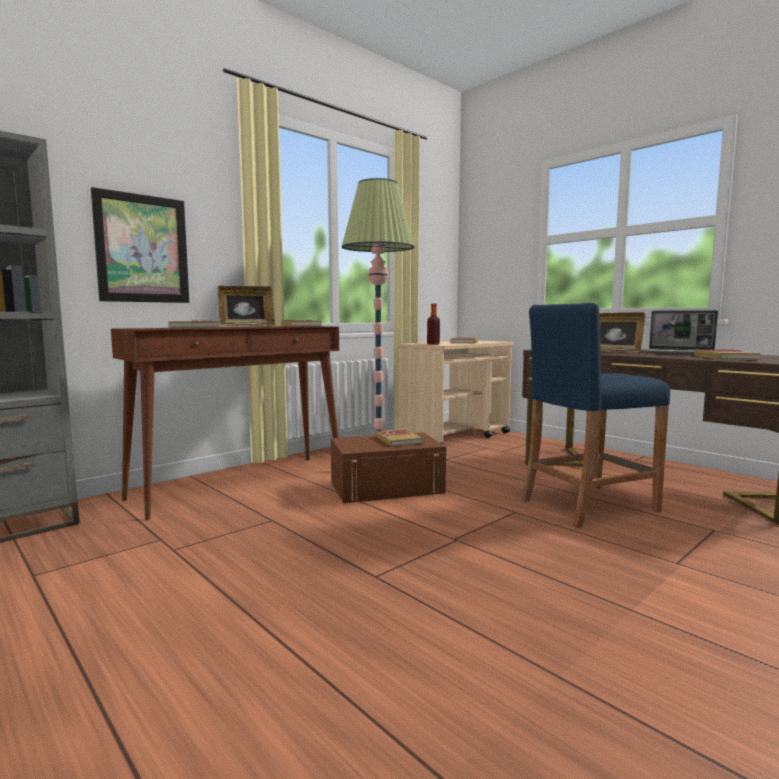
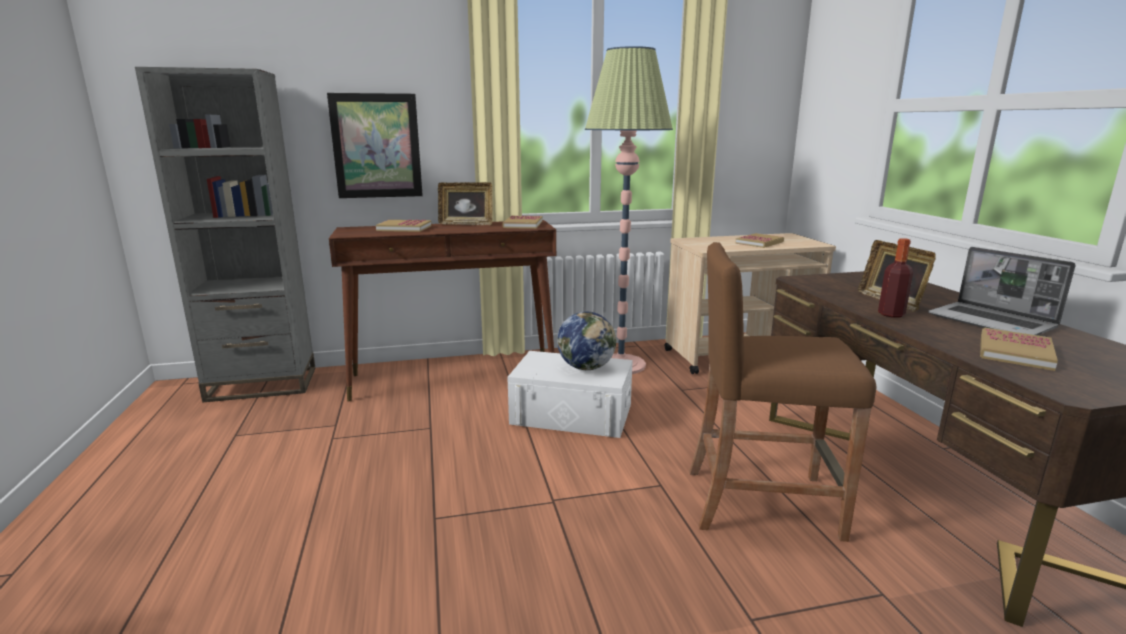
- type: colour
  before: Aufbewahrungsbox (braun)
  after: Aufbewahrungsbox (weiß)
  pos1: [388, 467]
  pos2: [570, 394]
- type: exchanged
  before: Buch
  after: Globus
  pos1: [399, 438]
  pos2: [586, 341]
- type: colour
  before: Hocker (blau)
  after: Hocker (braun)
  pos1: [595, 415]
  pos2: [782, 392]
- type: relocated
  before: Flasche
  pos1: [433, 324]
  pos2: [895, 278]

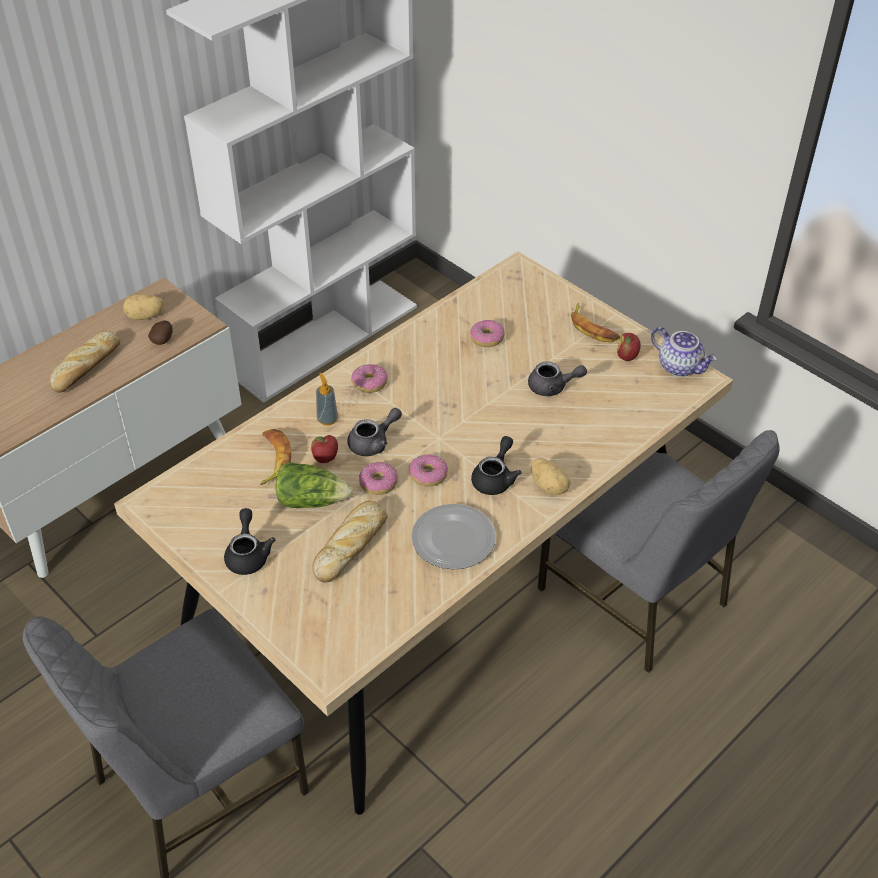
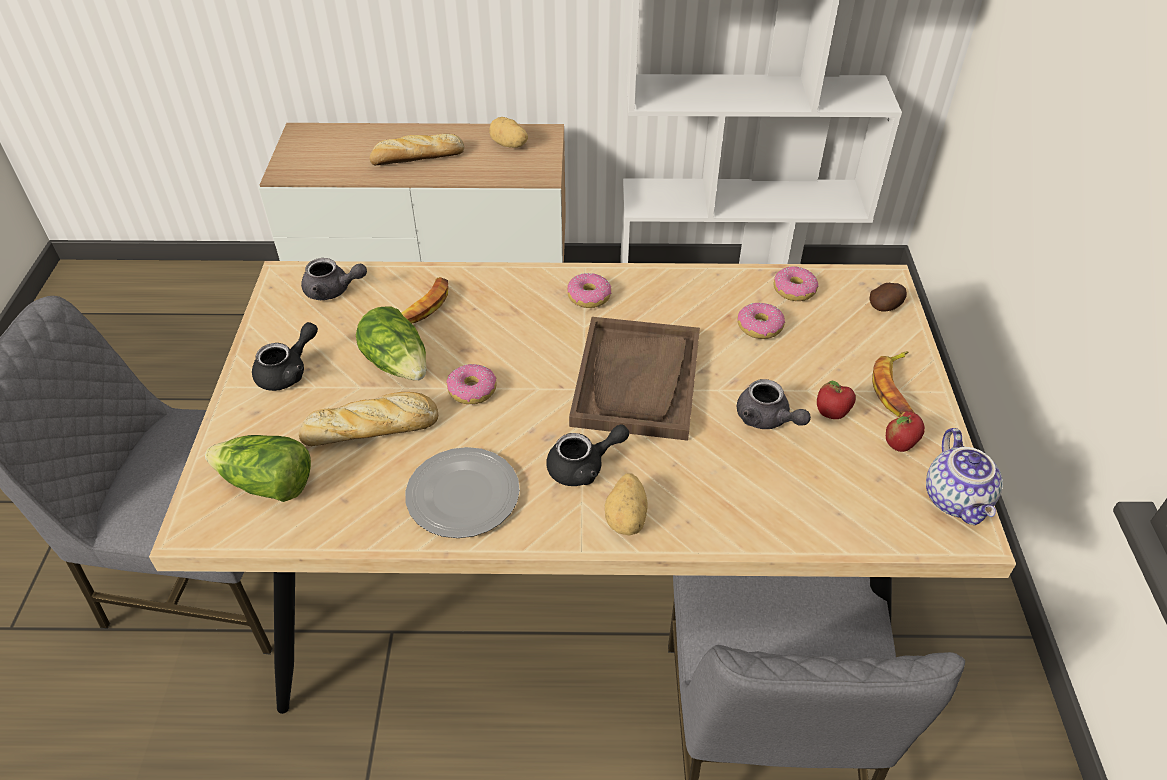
- type: appeared
  after: Salatkopf
  pos2: [258, 468]
- type: relocated
  before: Teekanne (grau)
  pos1: [375, 432]
  pos2: [334, 279]
- type: appeared
  after: Tablett (braun)
  pos2: [634, 379]
- type: relocated
  before: Donut
  pos1: [428, 470]
  pos2: [796, 283]
- type: relocated
  before: Apfel
  pos1: [324, 449]
  pos2: [836, 400]
- type: relocated
  before: Kartoffel
  pos1: [160, 333]
  pos2: [888, 297]
- type: missing
  before: Seifenspender
  pos1: [327, 399]

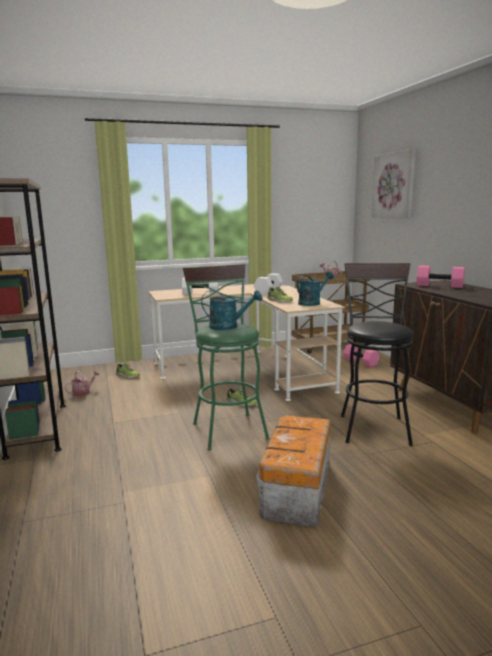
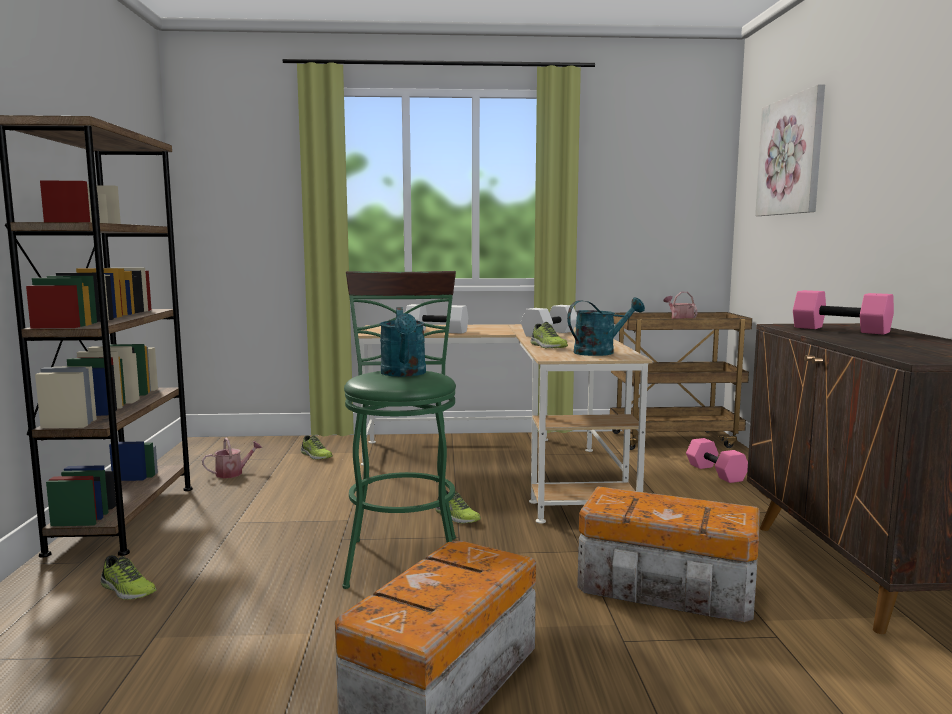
- type: appeared
  after: Schuh
  pos2: [129, 577]
- type: spun
  before: Gießkanne (türkis)
  pos1: [232, 310]
  pos2: [403, 342]
  turn: 60
- type: exchanged
  before: Hocker (schwarz)
  after: Aufbewahrungsbox
  pos1: [377, 354]
  pos2: [668, 554]

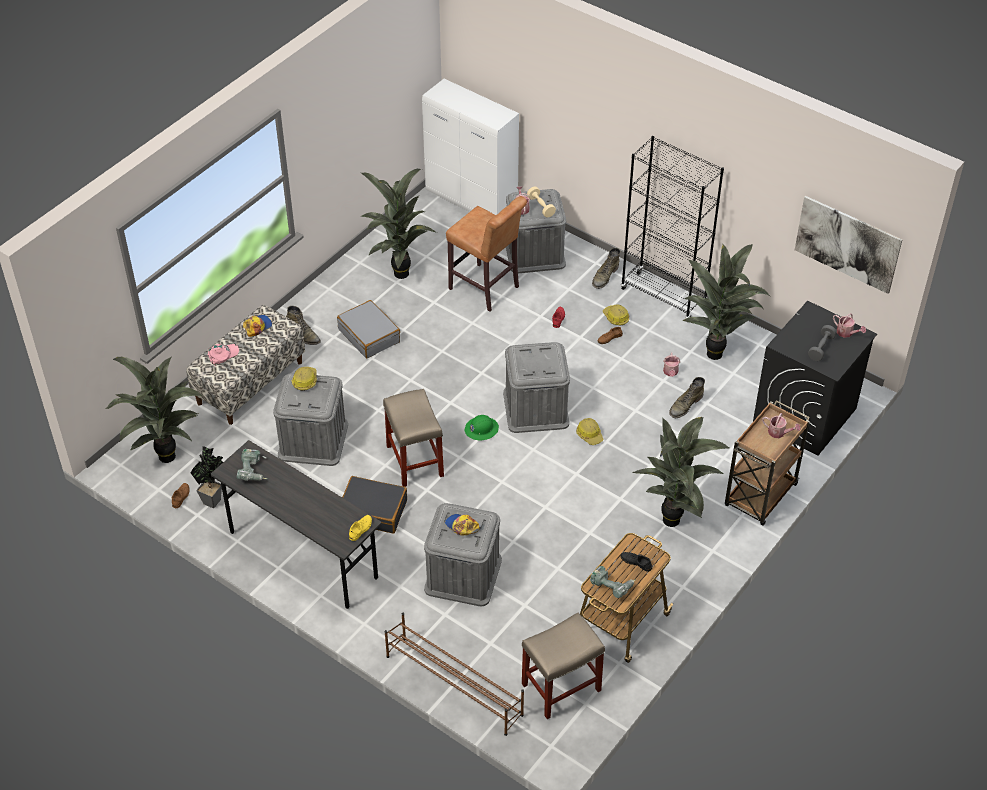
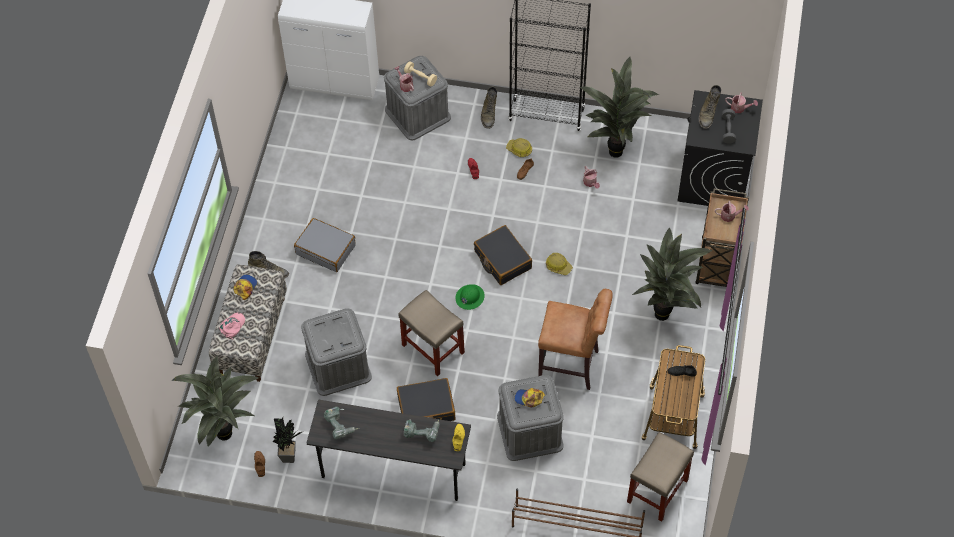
- type: relocated
  before: Bohrmaschine
  pos1: [613, 582]
  pos2: [422, 430]
- type: exchanged
  before: Aufbewahrungsbox (grau)
  after: Koffer (schwarz)
  pos1: [536, 387]
  pos2: [503, 255]
- type: relocated
  before: Hocker (braun)
  pos1: [486, 254]
  pos2: [575, 339]
- type: relocated
  before: Stiefel (grün)
  pos1: [687, 397]
  pos2: [709, 107]
- type: missing
  before: Schutzhelm
  pos1: [304, 379]
- type: missing
  before: Topfpflanze
  pos1: [398, 224]
- type: missing
  before: Bild
  pos1: [849, 245]

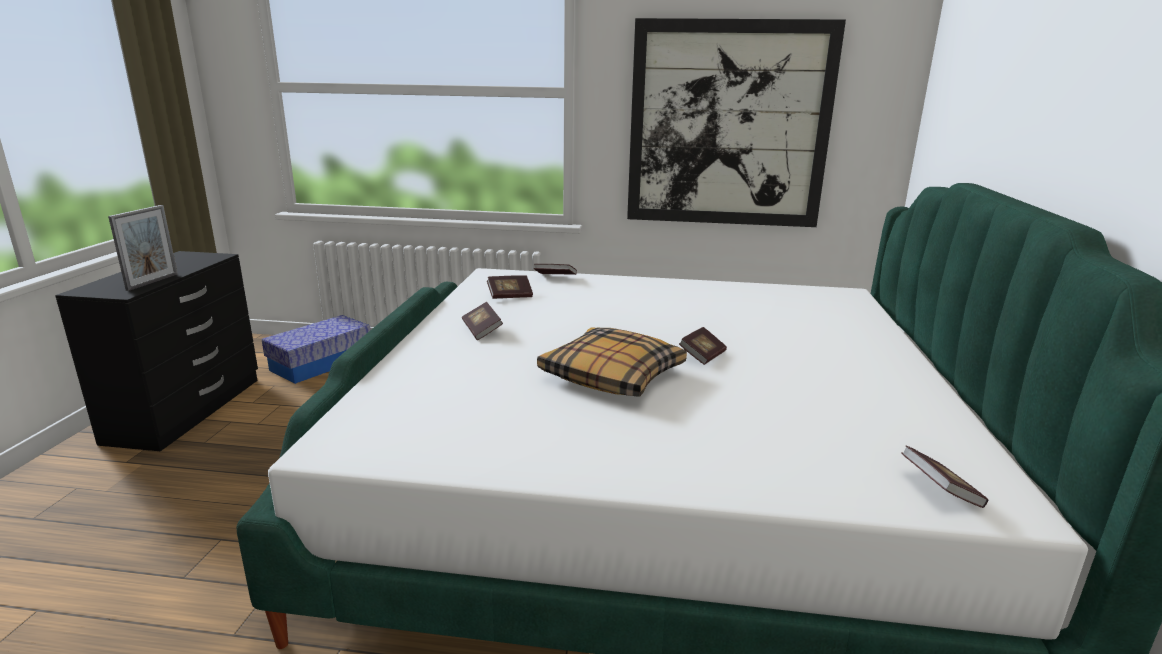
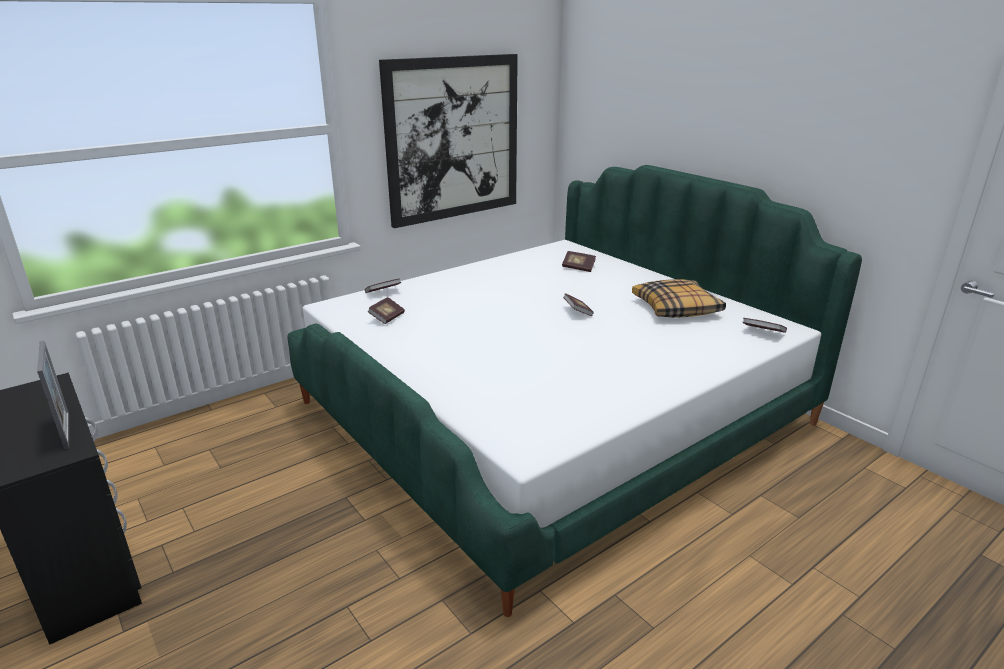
- type: relocated
  before: Buch
  pos1: [482, 321]
  pos2: [579, 261]
- type: relocated
  before: Kissen
  pos1: [612, 362]
  pos2: [679, 298]
- type: missing
  before: Aufbewahrungsbox
  pos1: [316, 349]

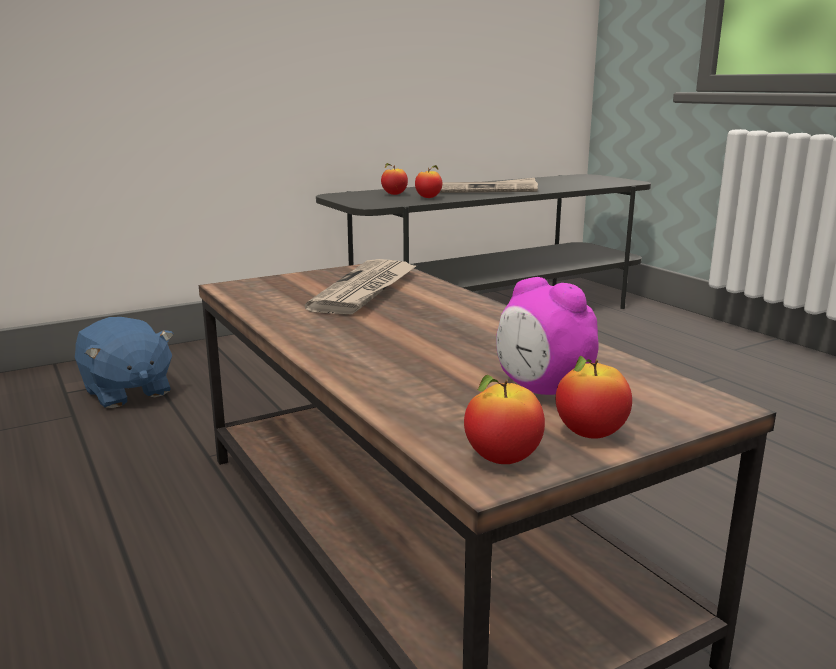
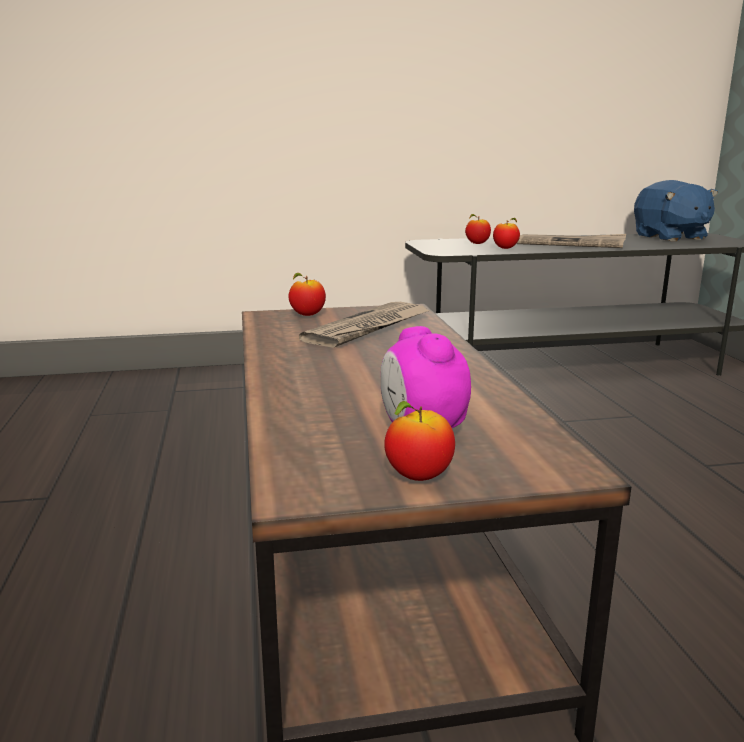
- type: relocated
  before: Apfel
  pos1: [504, 419]
  pos2: [307, 294]
- type: relocated
  before: Plüschtier (blau)
  pos1: [124, 362]
  pos2: [676, 210]

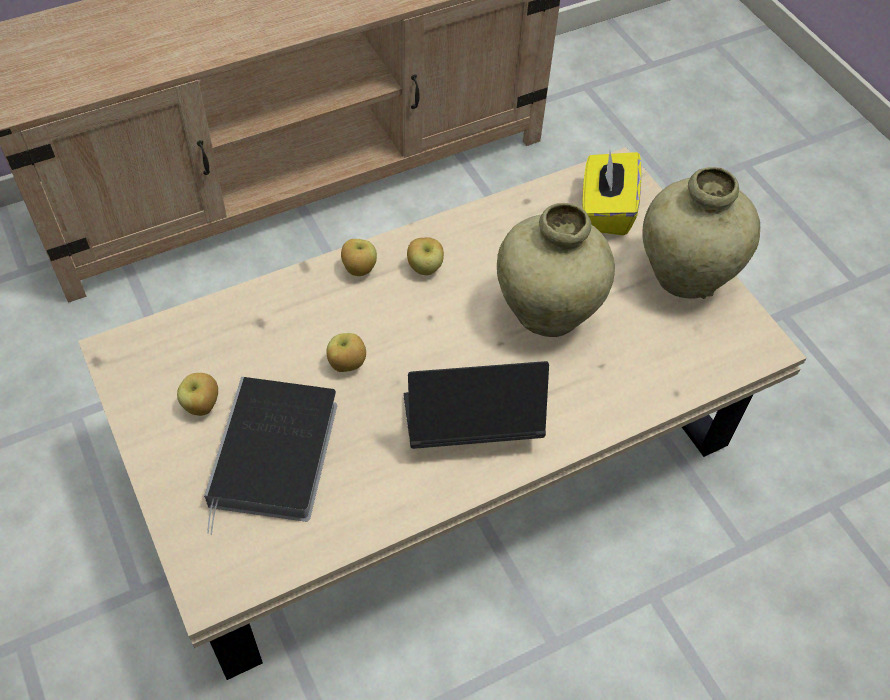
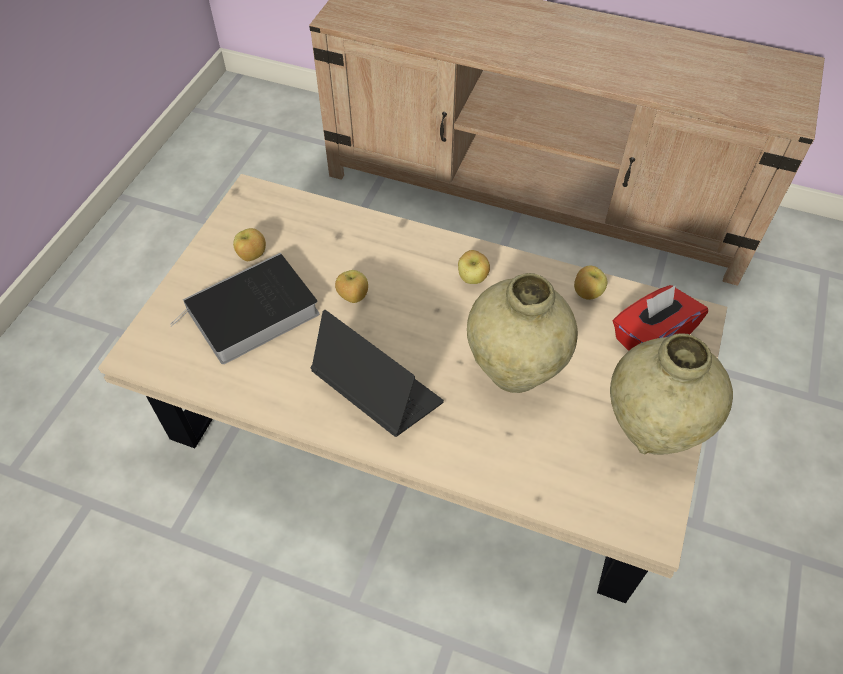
- type: relocated
  before: Apfel
  pos1: [359, 257]
  pos2: [590, 282]
- type: colour
  before: Taschentuchbox (gelb)
  after: Taschentuchbox (rot)
  pos1: [611, 193]
  pos2: [660, 318]

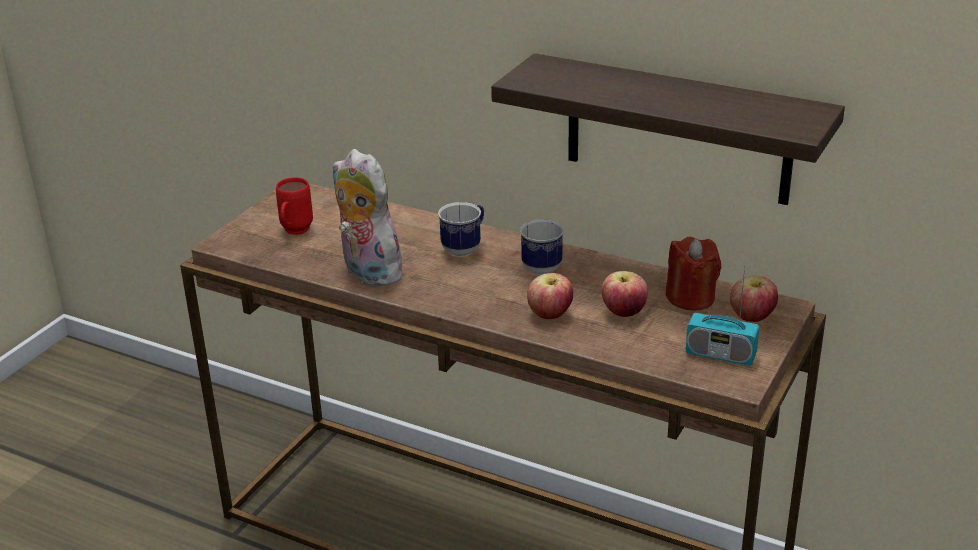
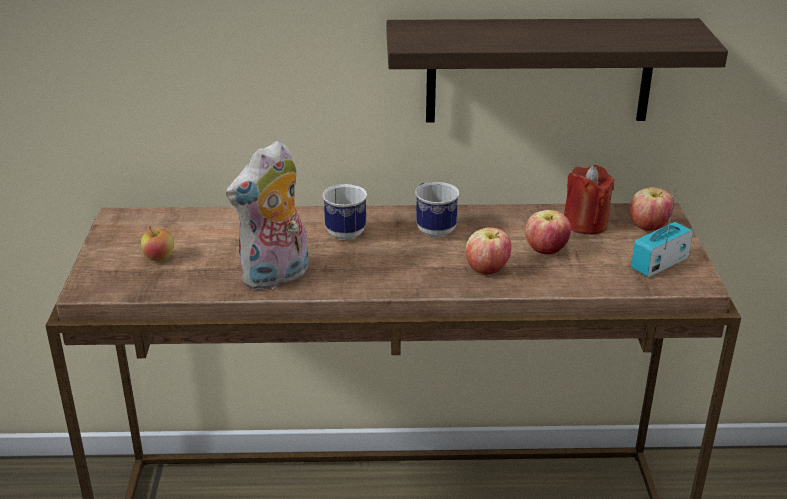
- type: exchanged
  before: Henkelbecher (rot)
  after: Apfel
  pos1: [294, 206]
  pos2: [157, 244]
- type: spun
  before: Plüschtier
  pos1: [367, 217]
  pos2: [267, 215]
  turn: -60
- type: spun
  before: Radio
  pos1: [722, 317]
  pos2: [662, 235]
  turn: 150

